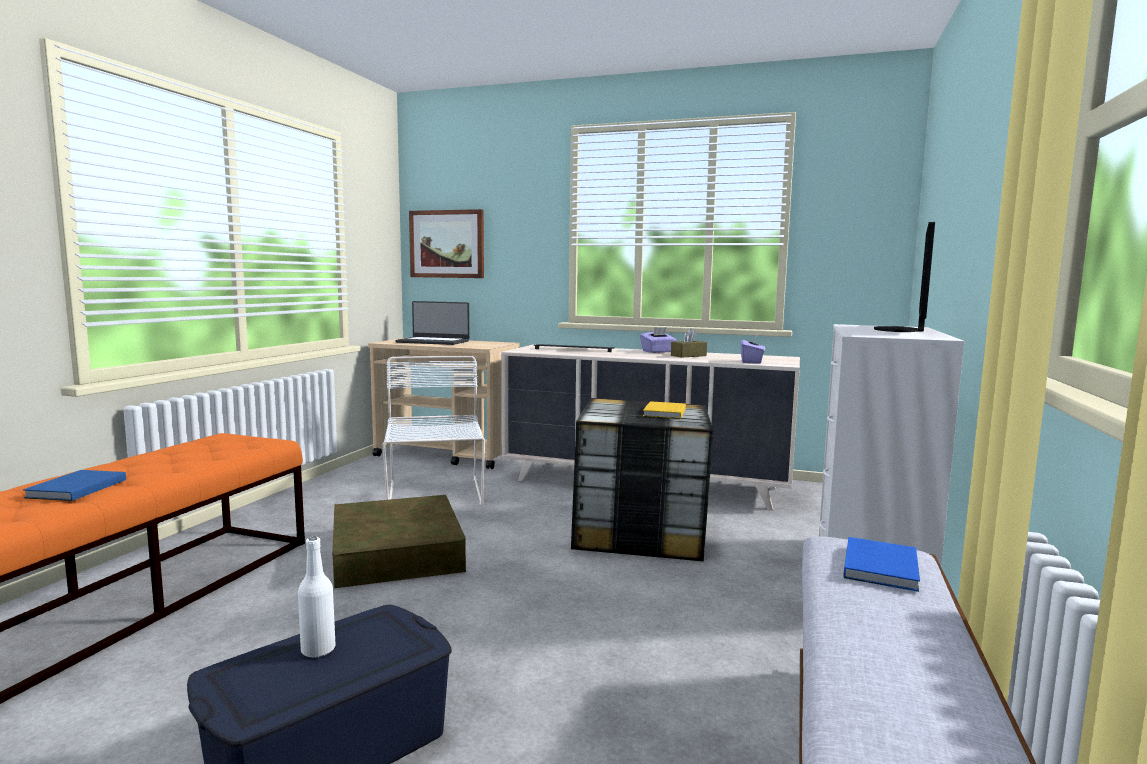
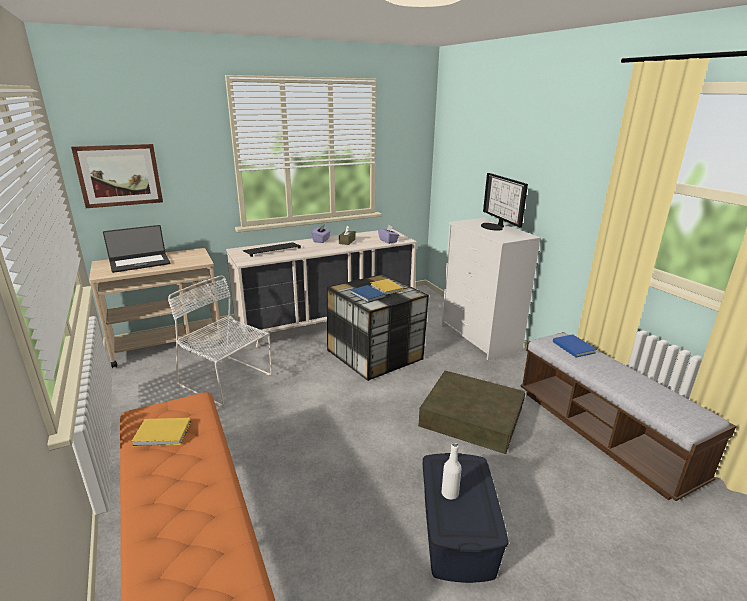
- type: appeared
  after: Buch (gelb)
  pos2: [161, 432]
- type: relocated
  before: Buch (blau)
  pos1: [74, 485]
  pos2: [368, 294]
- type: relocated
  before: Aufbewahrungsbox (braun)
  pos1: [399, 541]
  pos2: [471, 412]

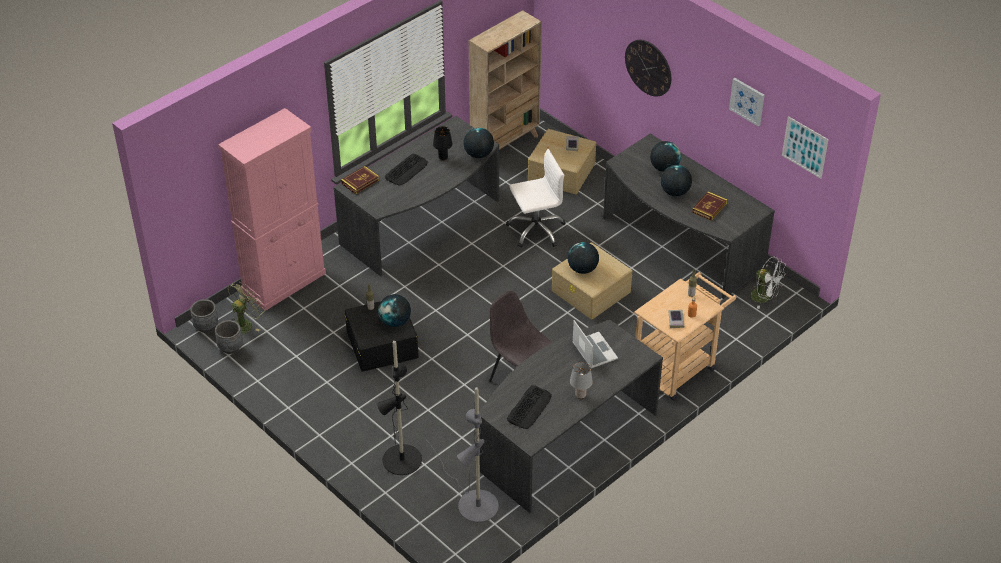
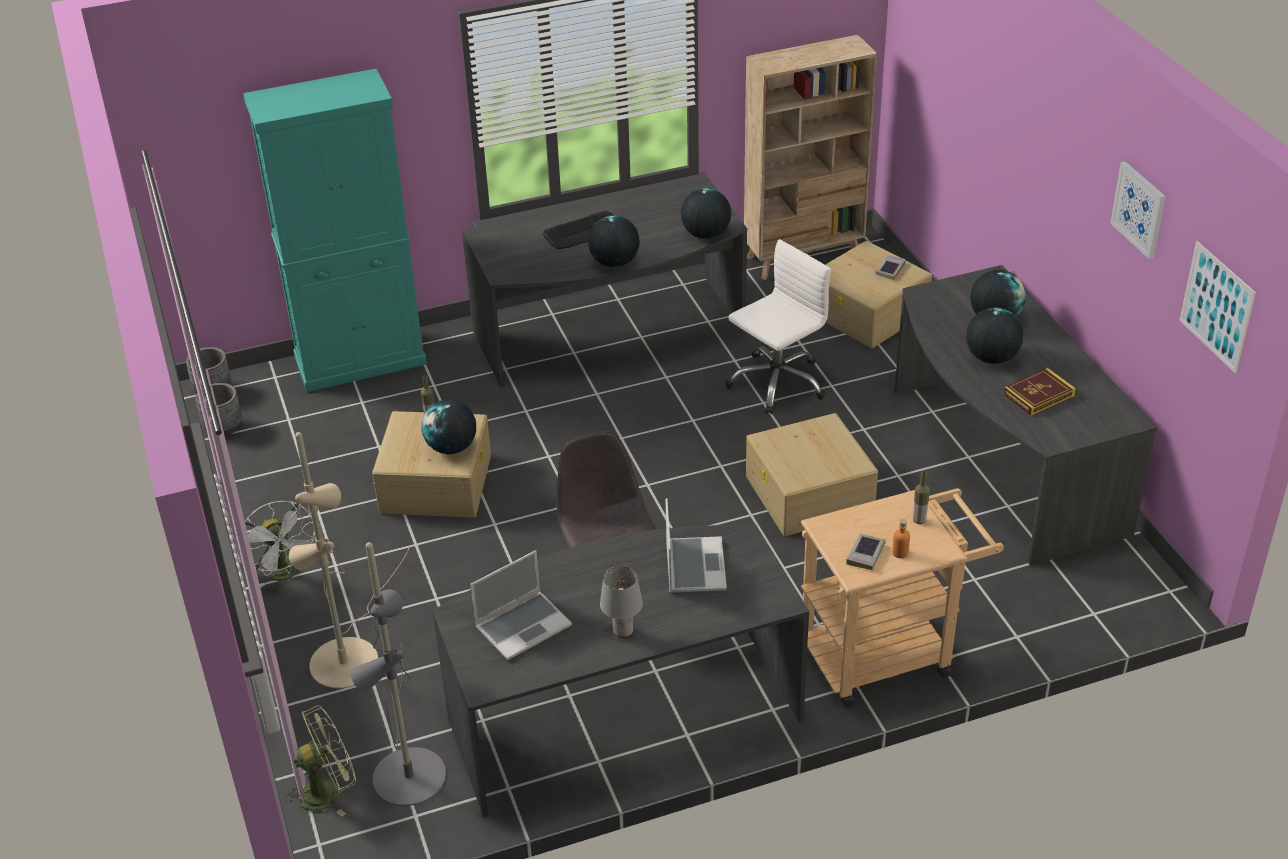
- type: relocated
  before: Ventilator (weiß)
  pos1: [767, 282]
  pos2: [277, 544]
- type: colour
  before: Schrank (rosa)
  after: Schrank (türkis)
  pos1: [272, 209]
  pos2: [335, 230]
- type: relocated
  before: Ventilator (grün)
  pos1: [246, 307]
  pos2: [320, 761]
- type: colour
  before: Stehlampe (schwarz)
  after: Stehlampe (beige)
  pos1: [399, 408]
  pos2: [349, 560]
- type: colour
  before: Aufbewahrungsbox (schwarz)
  after: Aufbewahrungsbox (beige)
  pos1: [381, 336]
  pos2: [431, 464]
- type: exchanged
  before: Tastatur
  after: Laptop
  pos1: [529, 407]
  pos2: [521, 605]
- type: relocated
  before: Globus
  pos1: [583, 258]
  pos2: [614, 241]
- type: spun
  before: Bürostuhl (weiß)
  pos1: [536, 198]
  pos2: [778, 326]
  turn: -45
- type: missing
  before: Buch
  pos1: [360, 180]
- type: missing
  before: Tischlampe (schwarz)
  pos1: [442, 143]
- type: missing
  before: Wanduhr
  pos1: [648, 68]

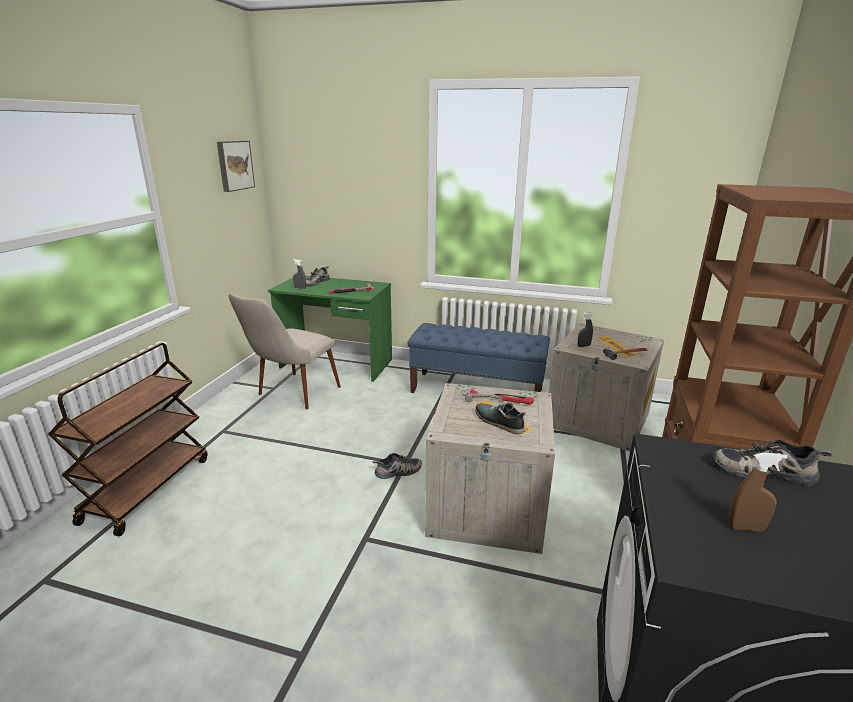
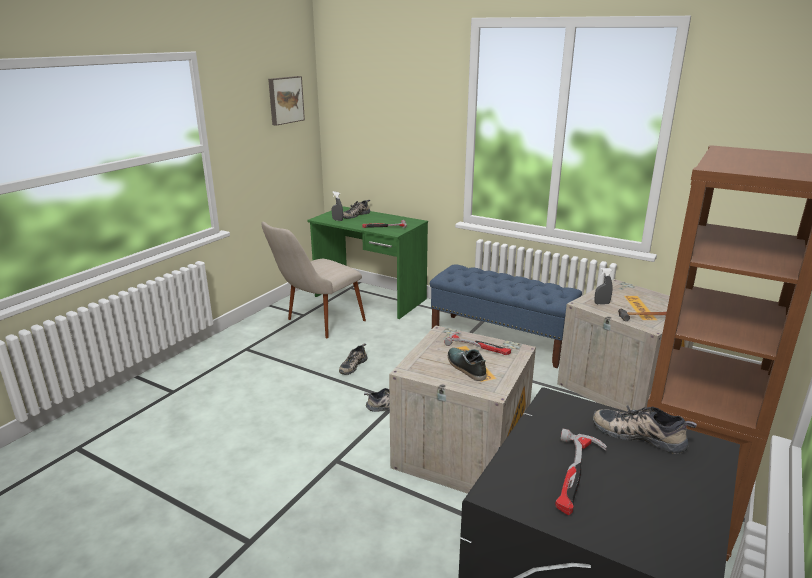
- type: appeared
  after: Schuh
  pos2: [353, 359]
- type: exchanged
  before: Sprühflasche (braun)
  after: Hammer
  pos1: [758, 492]
  pos2: [581, 472]
- type: missing
  before: Rollwagen (braun)
  pos1: [128, 439]

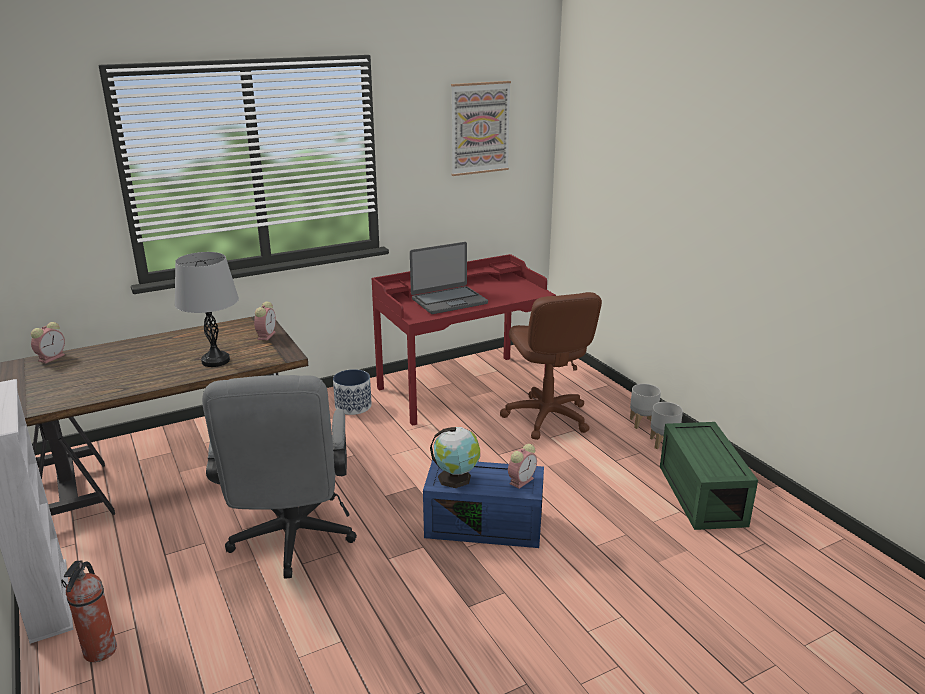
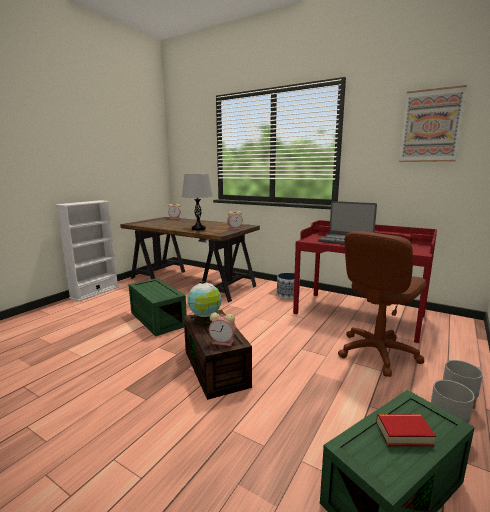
- type: exchanged
  before: Bürostuhl (grau)
  after: Aufbewahrungsbox (grün)
  pos1: [279, 477]
  pos2: [157, 307]
- type: colour
  before: Aufbewahrungsbox (blau)
  after: Aufbewahrungsbox (braun)
  pos1: [483, 504]
  pos2: [218, 355]
- type: appeared
  after: Buch
  pos2: [406, 430]
- type: missing
  before: Feuerlöscher
  pos1: [90, 611]

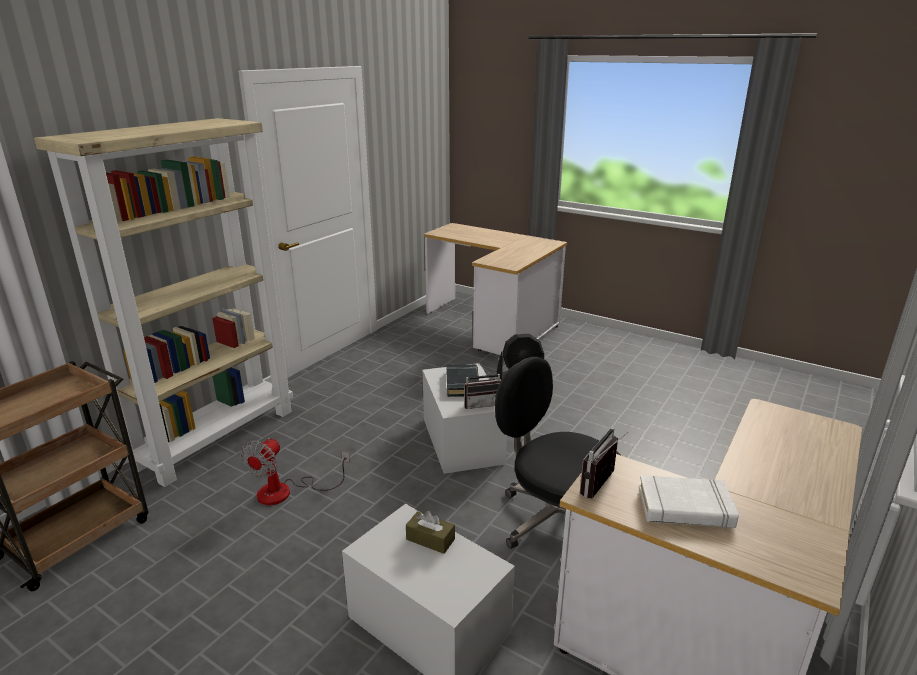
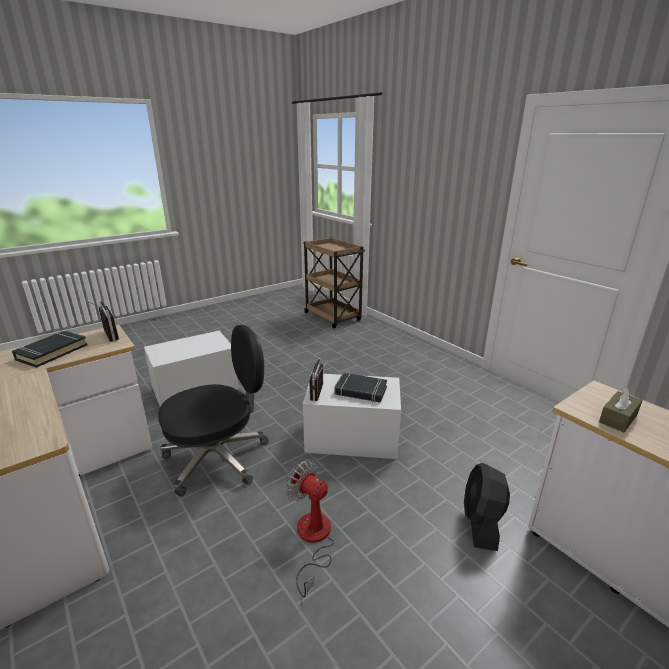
- type: colour
  before: Buch (weiß)
  after: Buch (schwarz)
  pos1: [689, 502]
  pos2: [50, 349]
- type: relocated
  before: Ventilator
  pos1: [295, 471]
  pos2: [309, 528]
- type: relocated
  before: Taschentuchbox (braun)
  pos1: [430, 532]
  pos2: [621, 409]
- type: missing
  before: Bücherregal (beige)
  pos1: [163, 302]

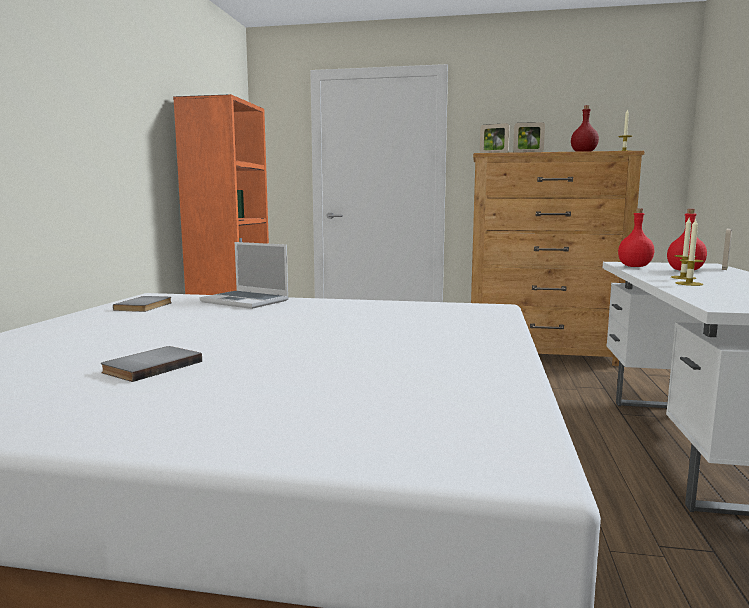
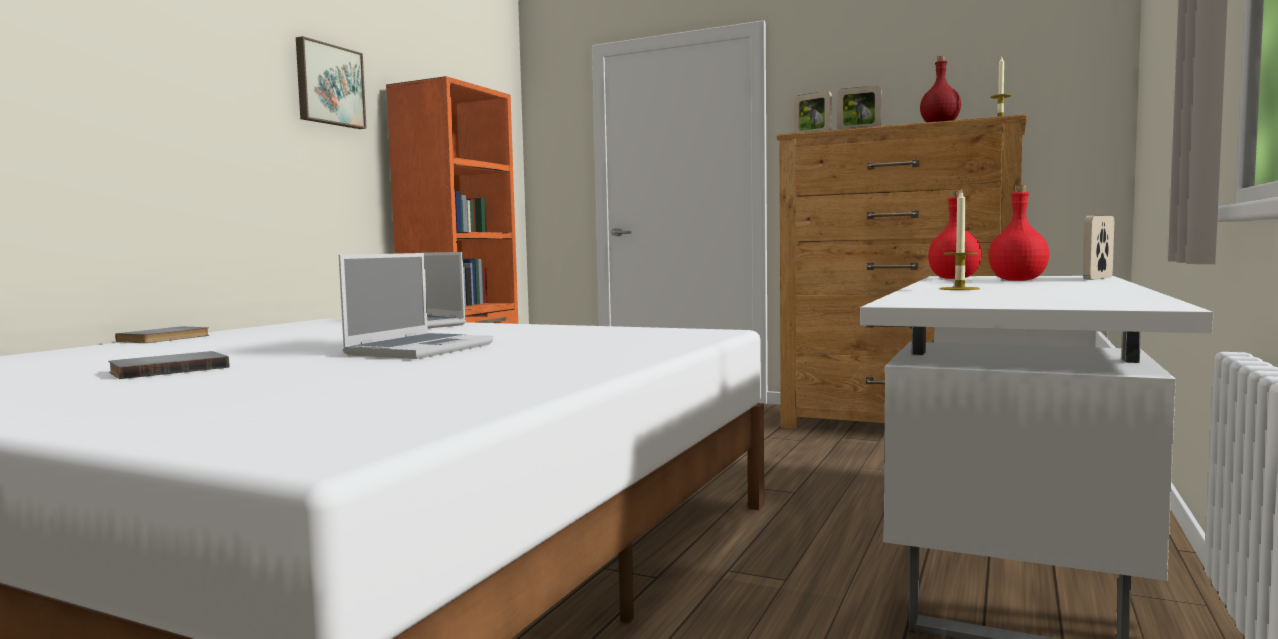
- type: relocated
  before: Buch (grau)
  pos1: [142, 304]
  pos2: [162, 334]
- type: appeared
  after: Bild
  pos2: [331, 82]
- type: appeared
  after: Laptop
  pos2: [416, 306]
- type: missing
  before: Kerze
  pos1: [683, 248]

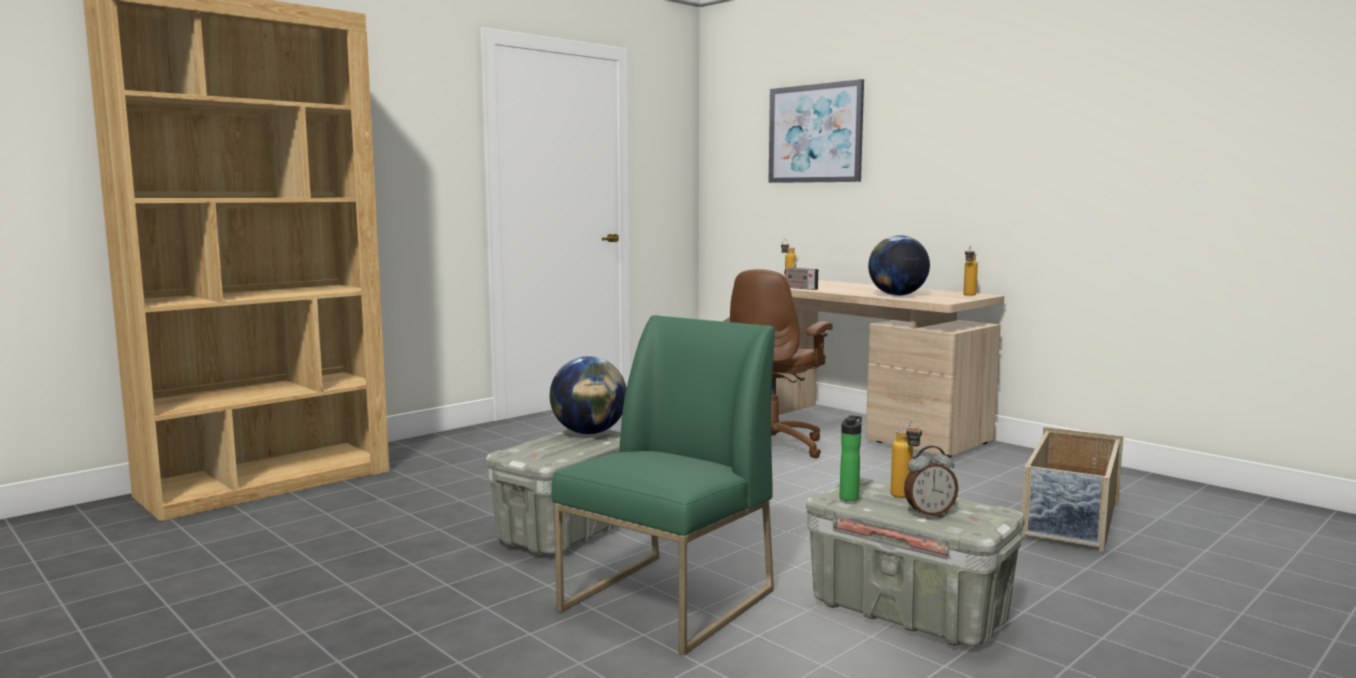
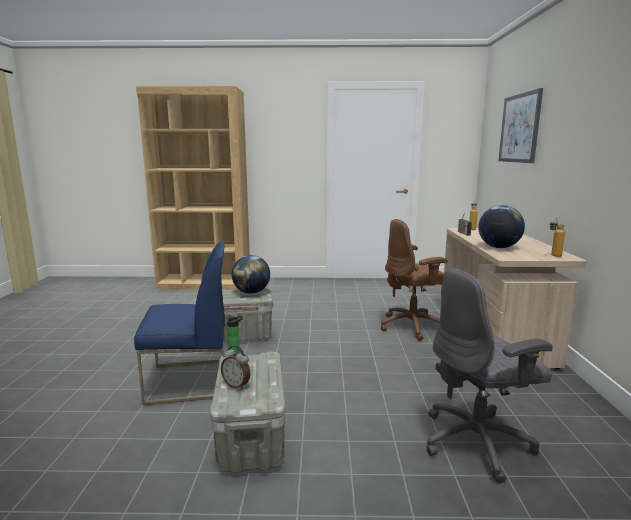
- type: colour
  before: Stuhl (grün)
  after: Stuhl (blau)
  pos1: [663, 485]
  pos2: [181, 322]
- type: exchanged
  before: Aufbewahrungsbox (beige)
  after: Bürostuhl (grau)
  pos1: [1072, 489]
  pos2: [489, 375]
- type: missing
  before: Flasche
  pos1: [906, 459]

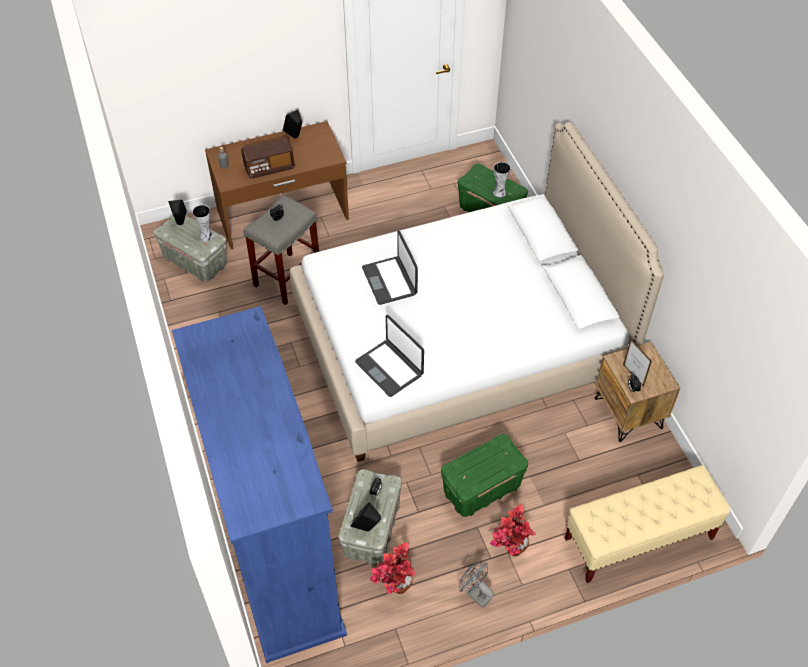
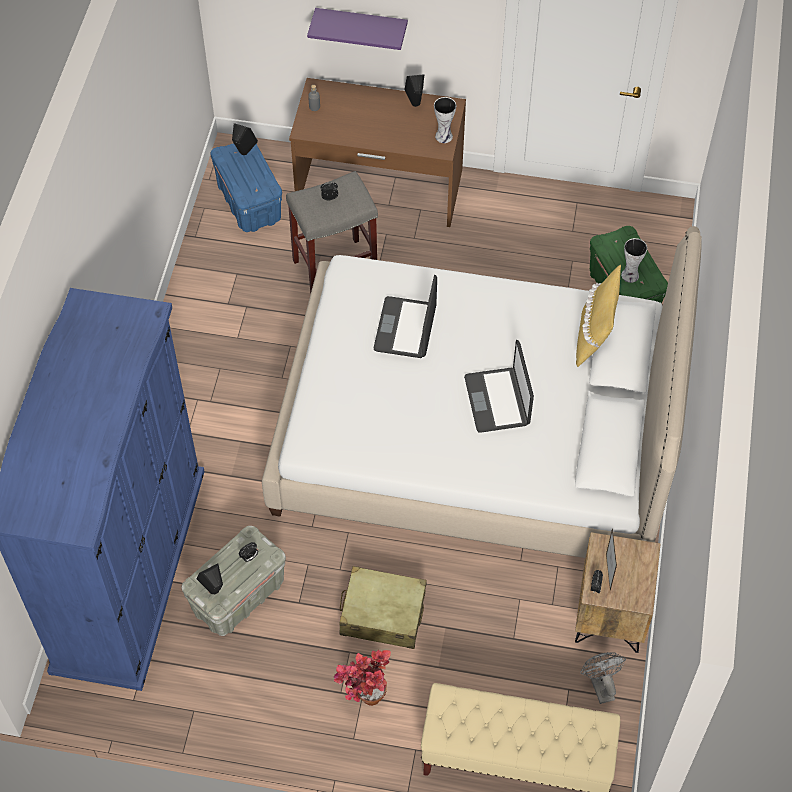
- type: colour
  before: Aufbewahrungsbox (grau)
  after: Aufbewahrungsbox (blau)
  pos1: [190, 248]
  pos2: [246, 187]
- type: appeared
  after: Wandregal (lila)
  pos2: [357, 29]
- type: exchanged
  before: Aufbewahrungsbox (grün)
  after: Koffer (beige)
  pos1: [484, 475]
  pos2: [383, 607]
- type: relocated
  before: Vase
  pos1: [203, 223]
  pos2: [445, 120]
- type: relocated
  before: Laptop
  pos1: [389, 356]
  pos2: [499, 386]
- type: appeared
  after: Kissen (gelb)
  pos2: [598, 316]
- type: relocated
  before: Ventilator (grau)
  pos1: [476, 585]
  pos2: [603, 678]
- type: missing
  before: Radio
  pos1: [268, 158]
- type: missing
  before: Topfpflanze
  pos1: [393, 568]

